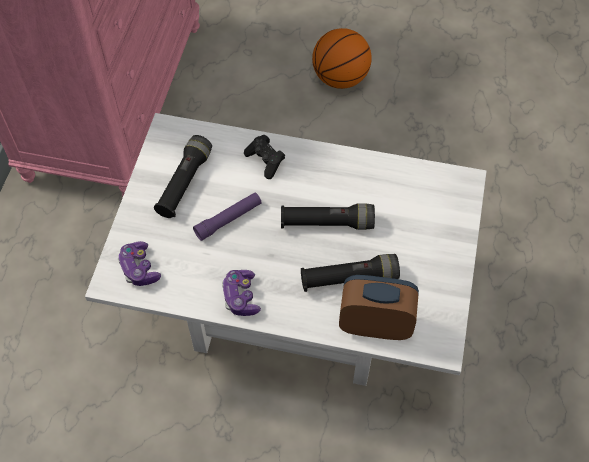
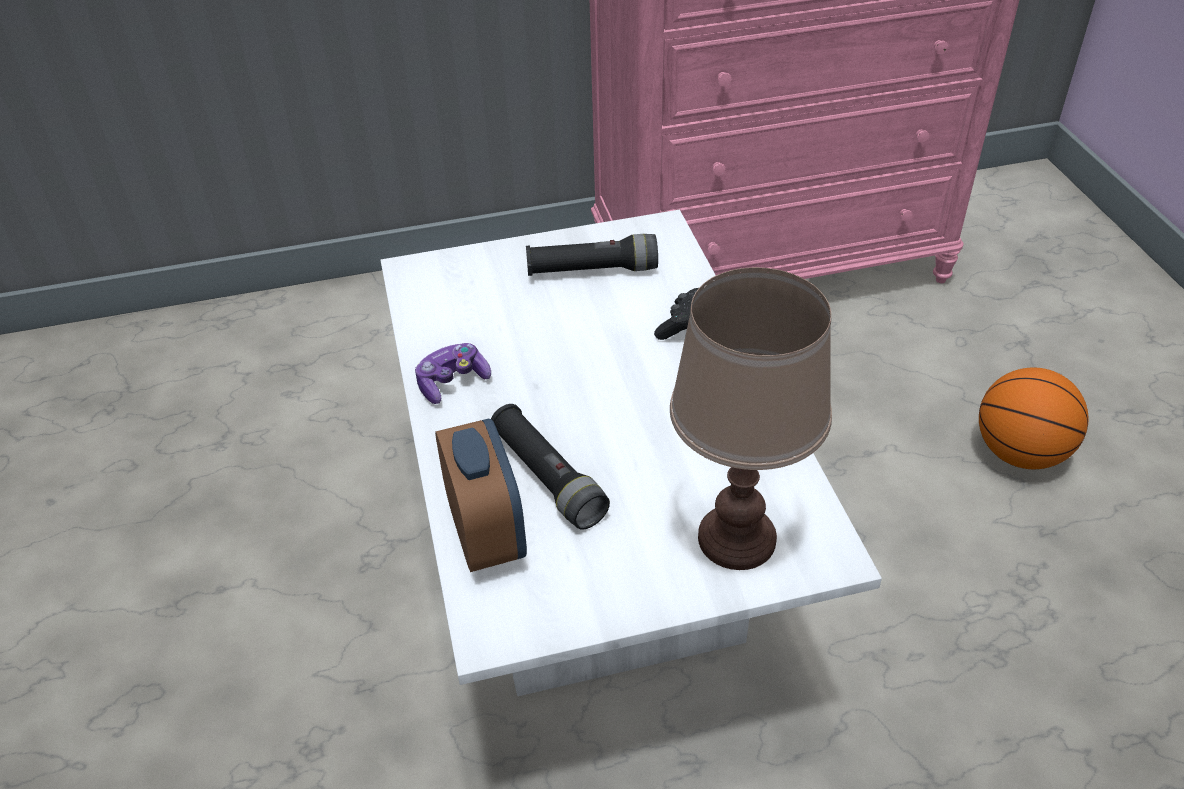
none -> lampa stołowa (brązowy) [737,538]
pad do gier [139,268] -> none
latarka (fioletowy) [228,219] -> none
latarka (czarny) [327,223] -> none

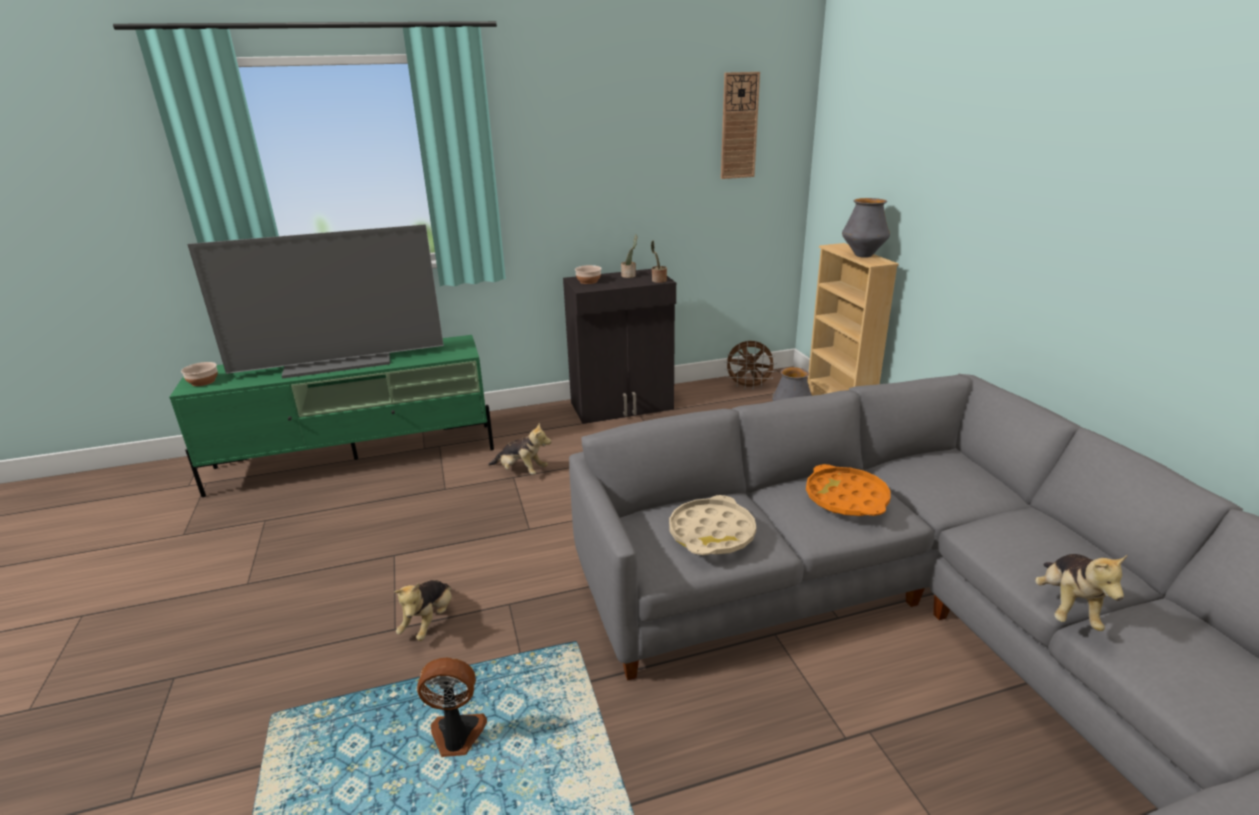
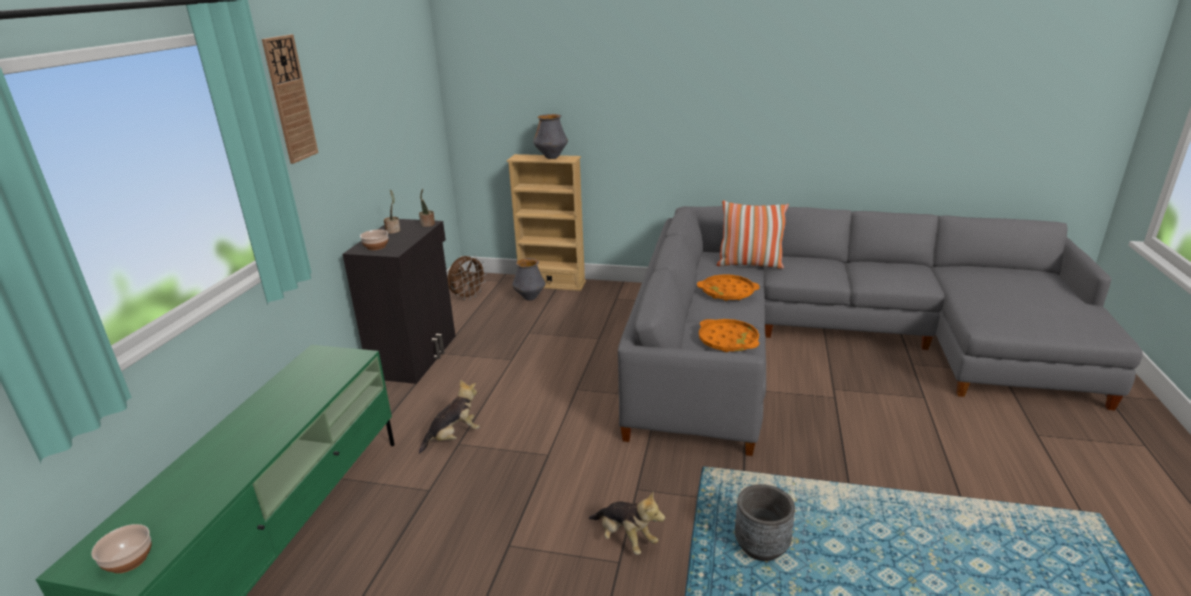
zegar ścienny [739,126] -> zegar ścienny [290,99], moved
taca (beżowy) [712,533] -> taca (pomarańczowy) [728,340]
none -> poduszka [750,264]
wentylator [457,736] -> donica (szary) [761,547]
telewizor [339,362] -> none
pluszak [1067,607] -> none

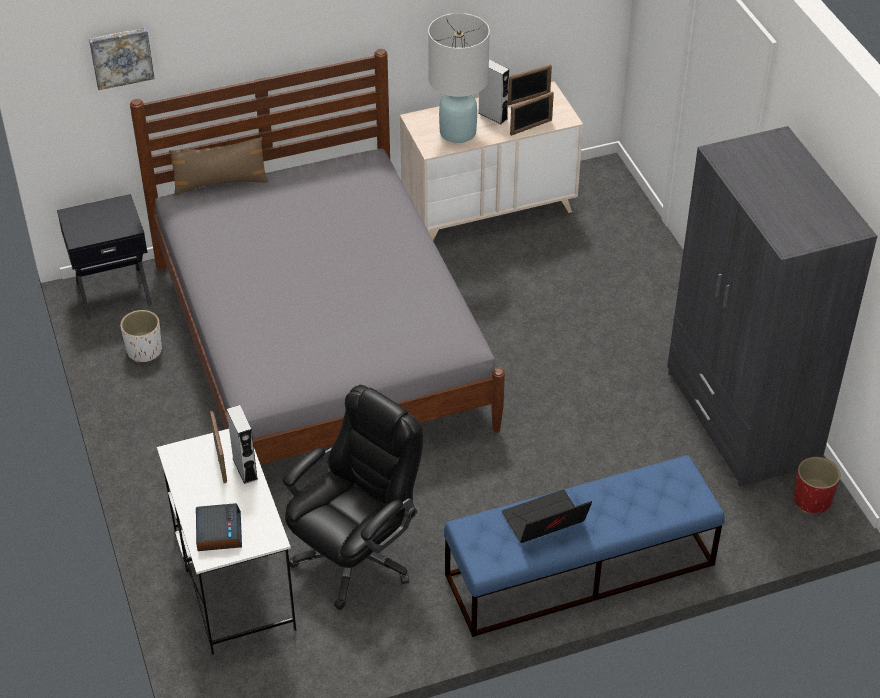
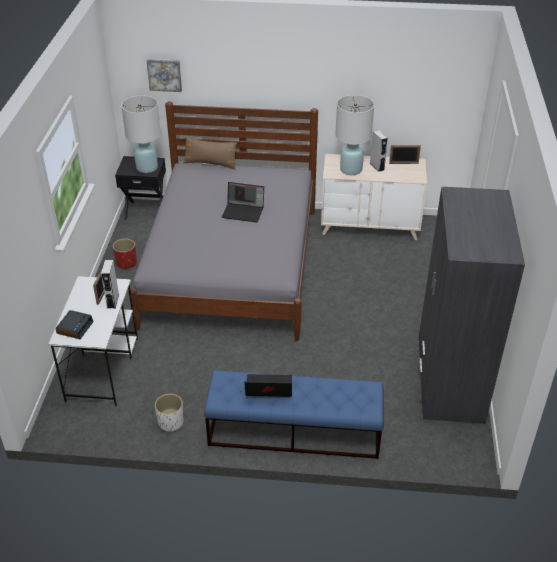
donica (czerwony) [812,500] -> donica (czerwony) [126,263], moved
none -> lampa stołowa (biały) [147,168]
donica (biały) [144,351] -> donica (biały) [170,422], moved
none -> laptop [244,212]
krzesło biurowe (czarny) [356,556] -> none
ramka na zdjęcie [531,127] -> none

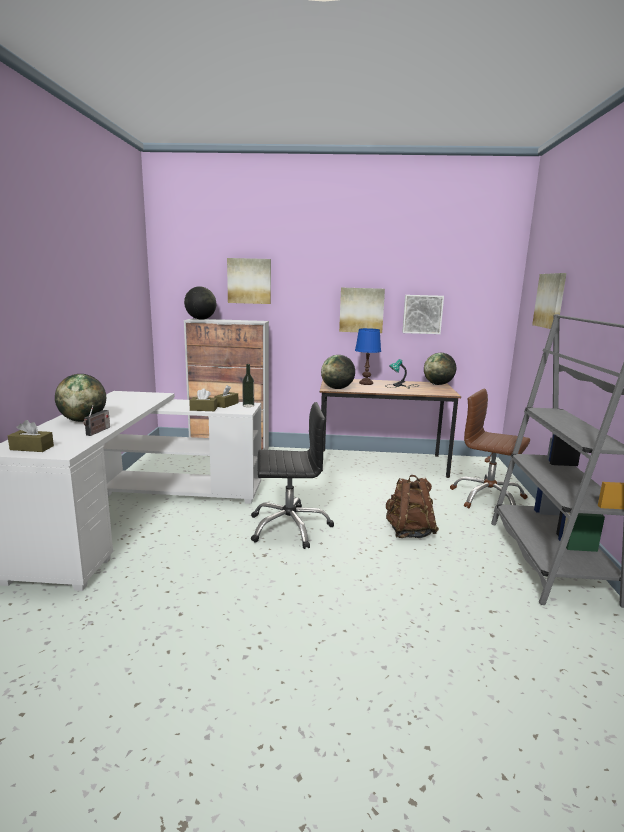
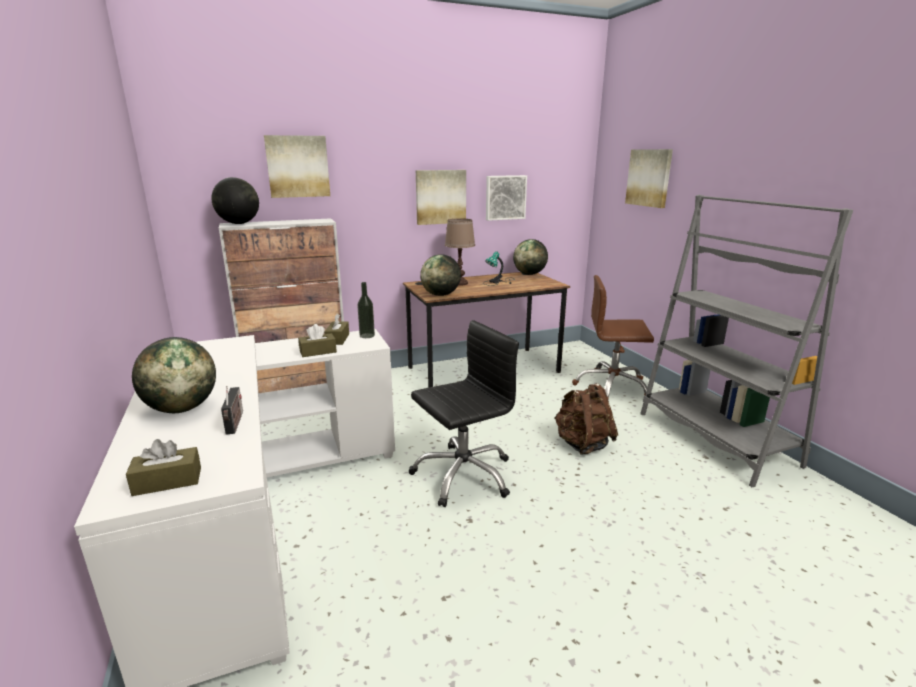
lampa stołowa (niebieski) [366,383] -> lampa stołowa (brązowy) [459,283]

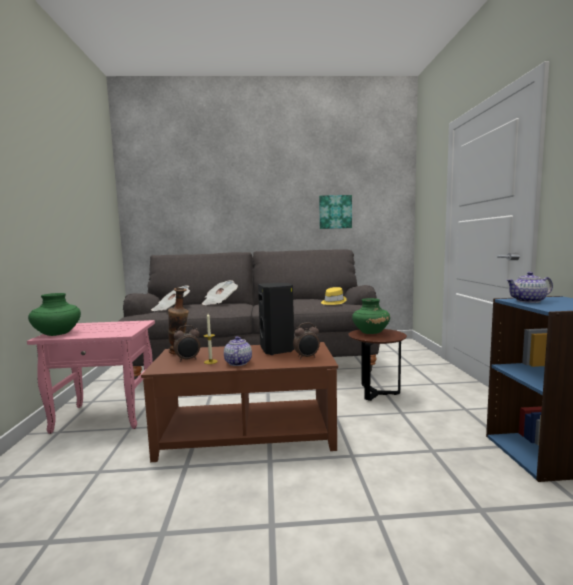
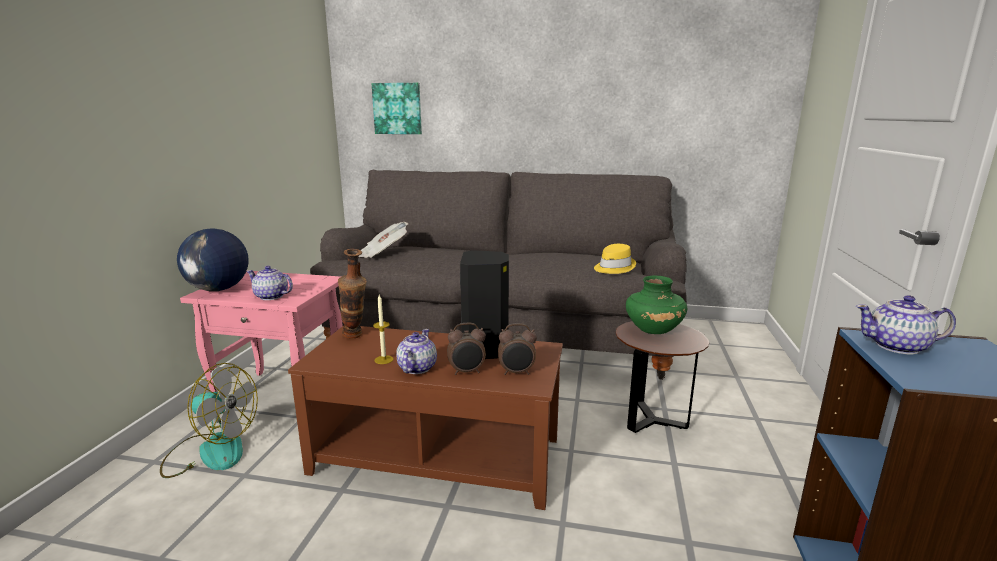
none -> wentylator [211,451]
wazon (zielony) [57,334] -> globus [219,289]
none -> imbryk [271,296]
obraz [335,212] -> obraz [397,108], moved
budzik [188,360] -> budzik [467,372], moved
gazeta [219,302] -> none

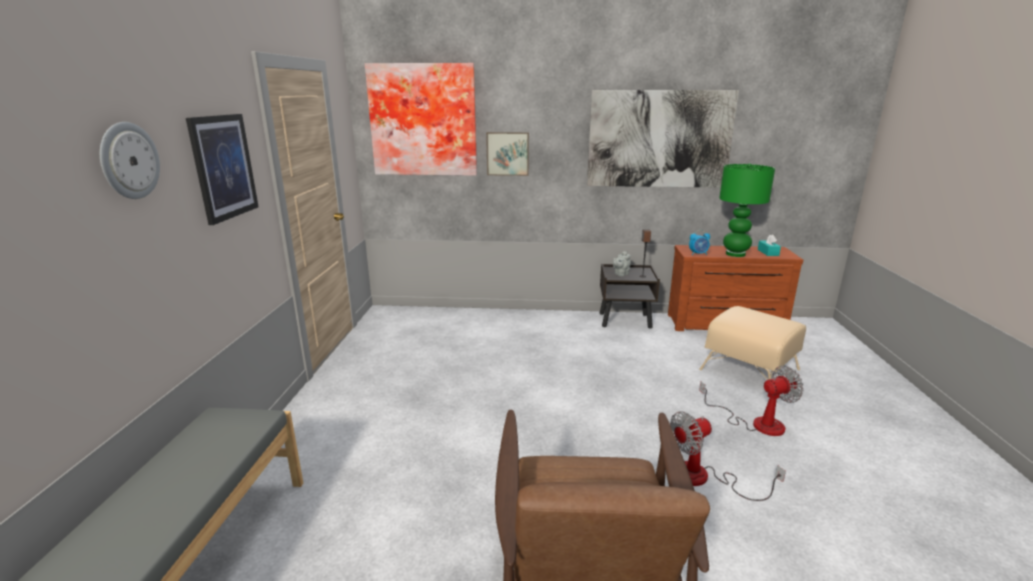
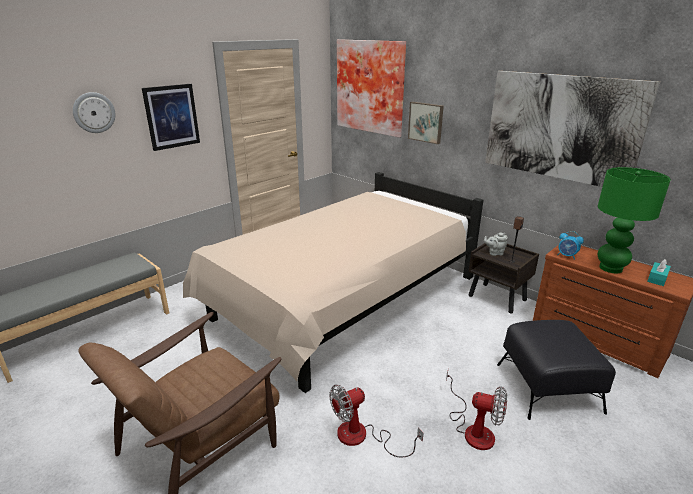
none -> łóżko (beżowy) [342,301]
wentylator [703,478] -> wentylator [362,437], 45 degrees counterclockwise
pufa (beżowy) [750,370] -> pufa (czarny) [548,388]

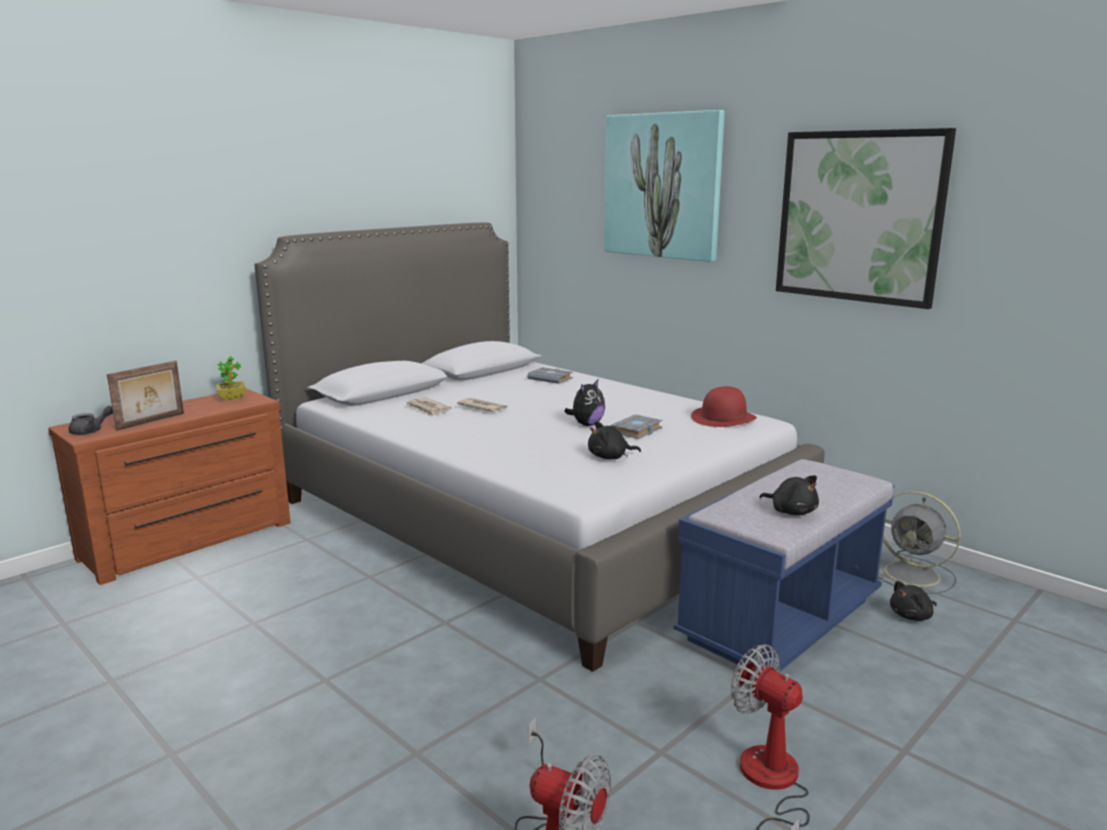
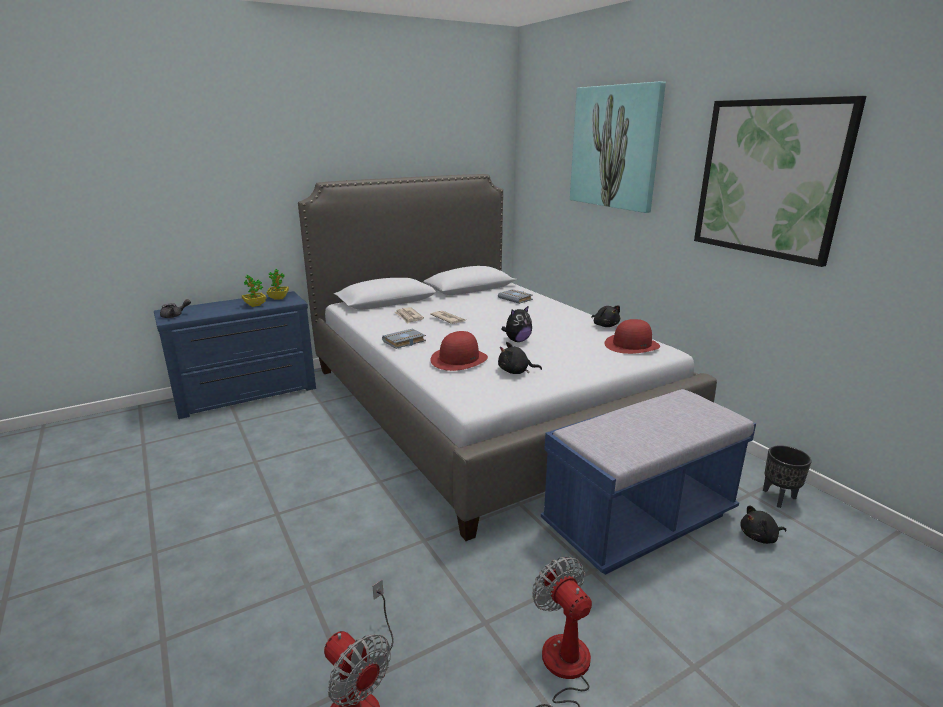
komoda (brązowy) [190,542] -> komoda (niebieski) [247,395]
none -> roślina doniczkowa [255,305]
książka (szary) [636,431] -> książka (szary) [404,342], moved
none -> kapelusz (czerwony) [459,359]
pluszak (czarny) [791,511] -> pluszak (czarny) [605,325], moved
wentylator (szary) [914,575] -> donica (czarny) [779,498]
ramka na zdjęcie [151,422] -> none

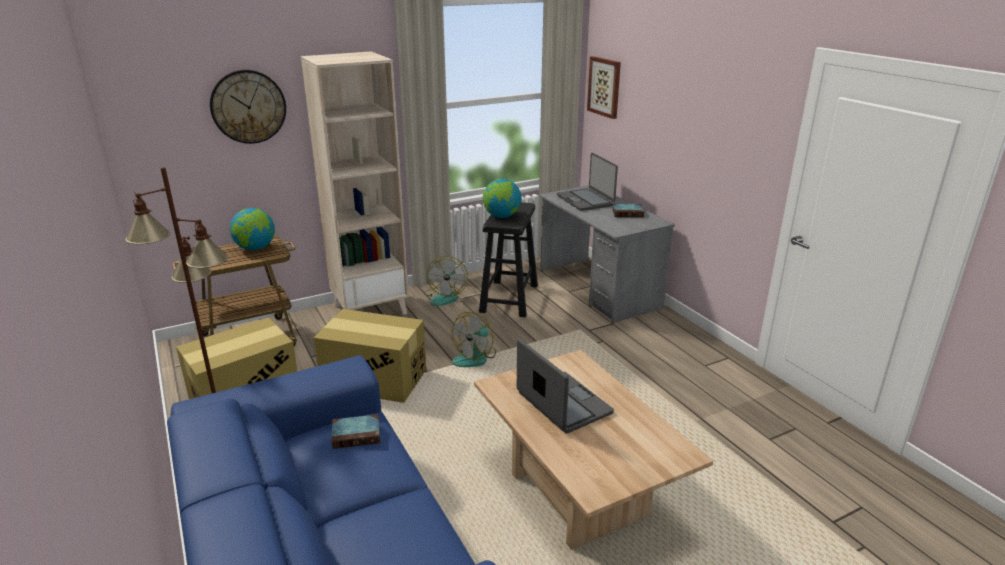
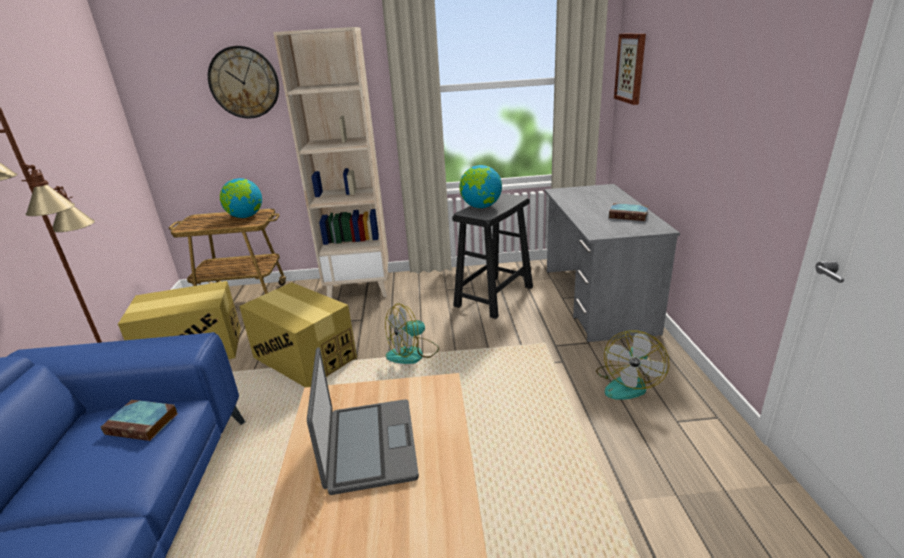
wentylator [445,296] -> wentylator [627,383], moved
laptop [585,200] -> none

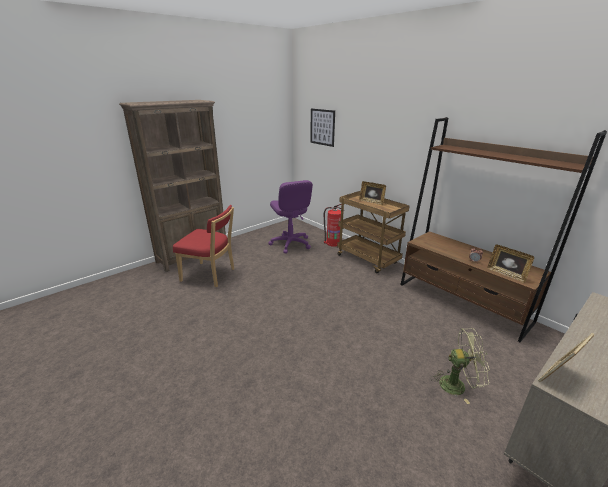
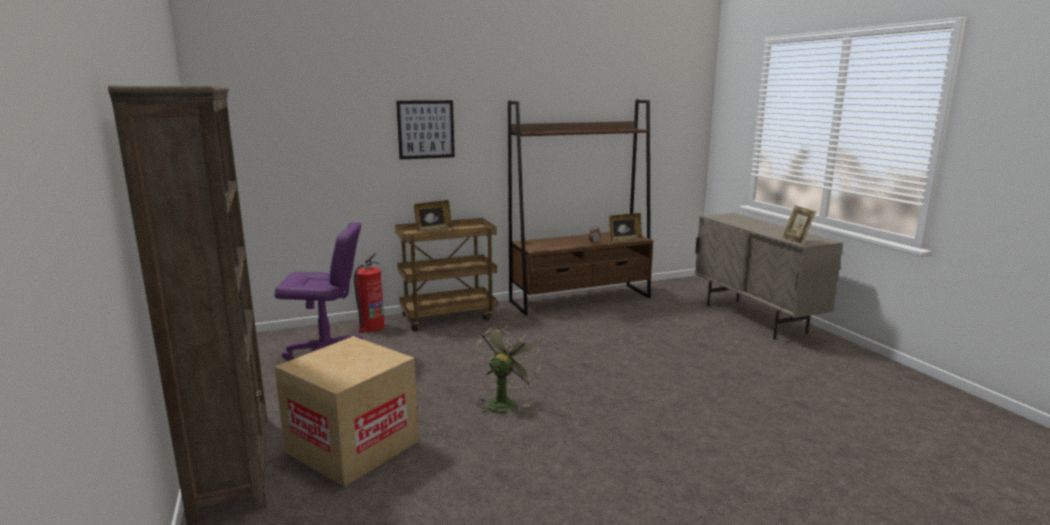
krzesło (czerwony) [210,275] -> karton [352,446]
obraz [322,127] -> obraz [426,129], moved
wentylator (zielony) [457,385] -> wentylator (zielony) [503,402], moved

